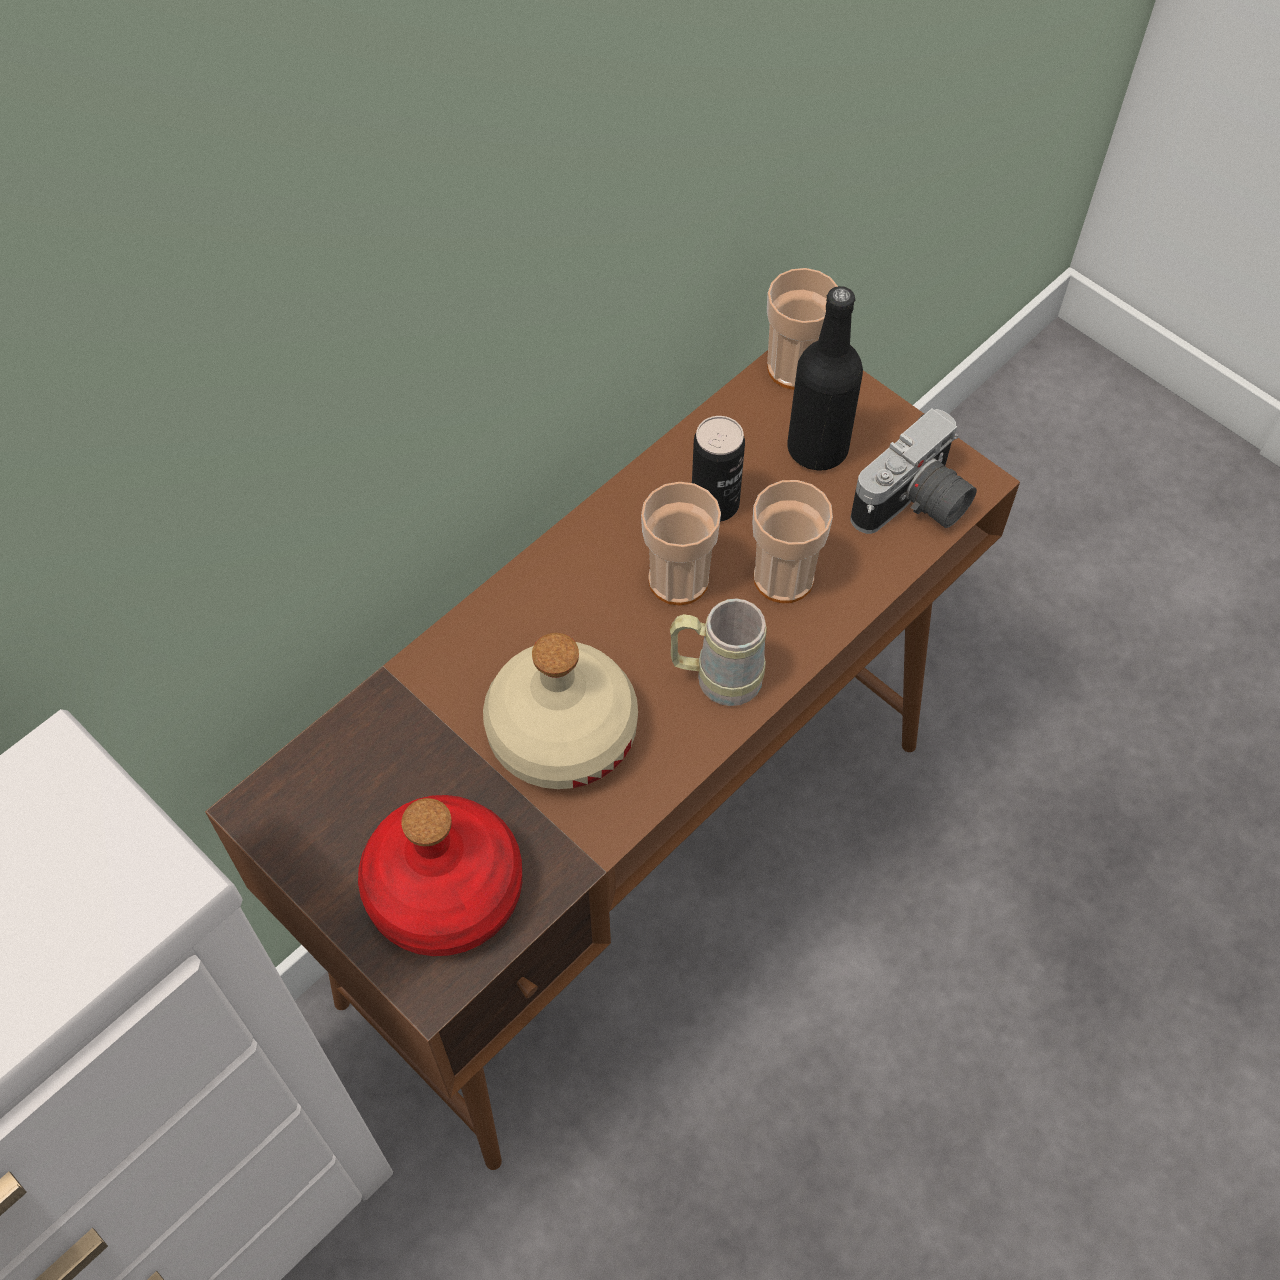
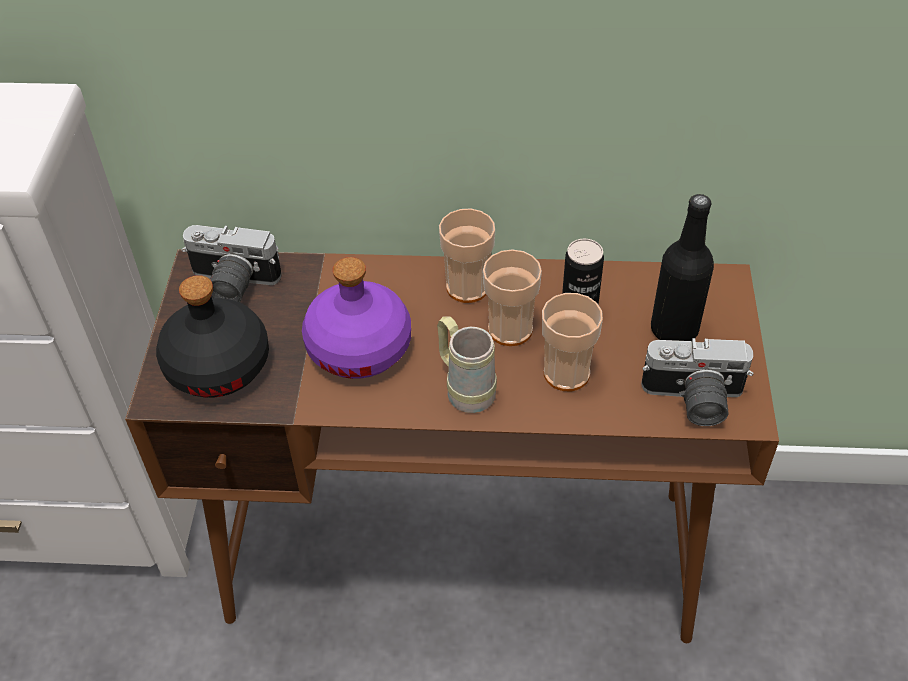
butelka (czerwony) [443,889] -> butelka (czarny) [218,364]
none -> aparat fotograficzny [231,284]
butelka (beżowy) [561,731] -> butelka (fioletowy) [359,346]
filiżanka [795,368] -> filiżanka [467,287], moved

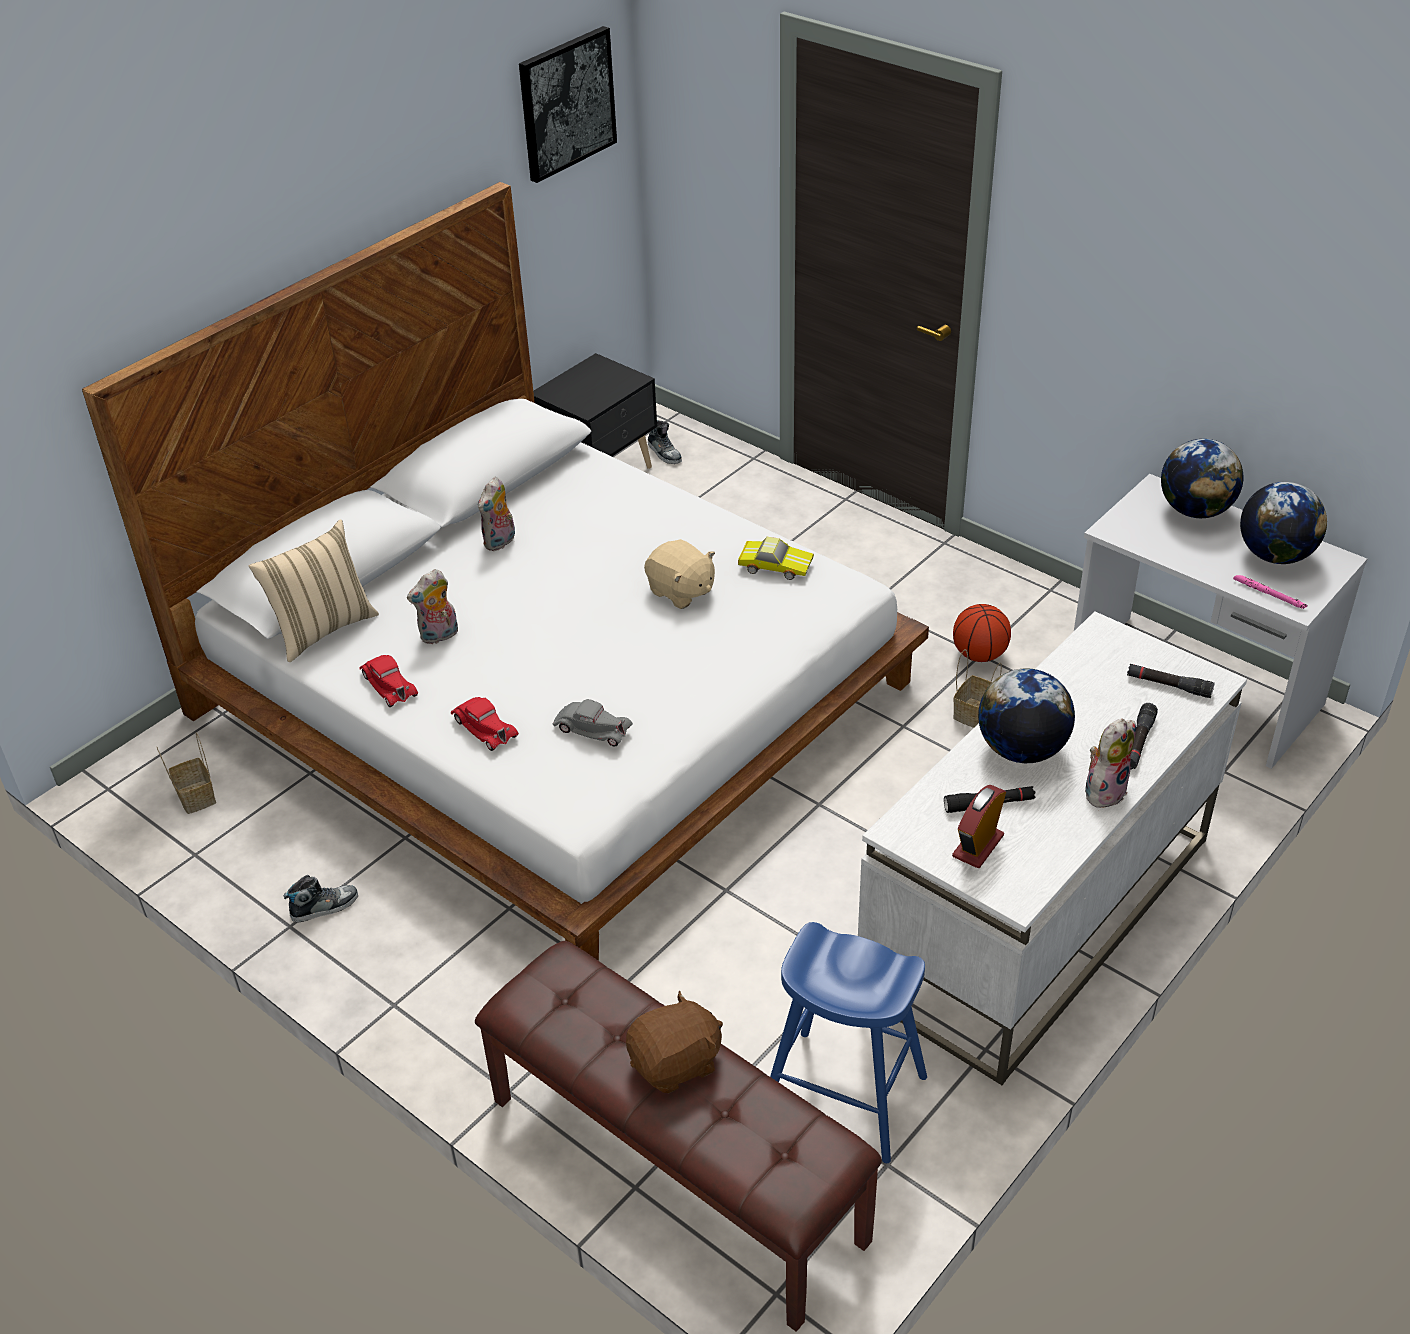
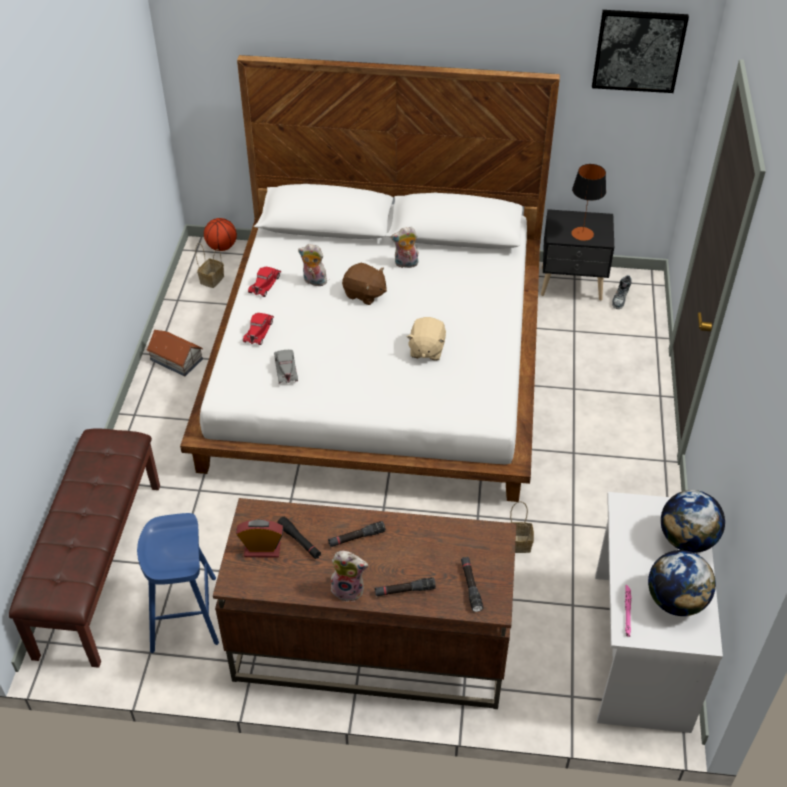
but [324,906] -> domek [176,359]
piłka do koszykówki [979,655] -> piłka do koszykówki [221,247], moved
biurko (biały) [1037,916] -> biurko (brązowy) [369,646]
globus [1021,750] -> latarka (czarny) [356,538]
pluszak (brązowy) [676,1063] -> pluszak (brązowy) [364,294], moved
none -> lampa stołowa [582,233]
poduszka (beżowy) [323,629] -> none
samochodzik [775,565] -> none

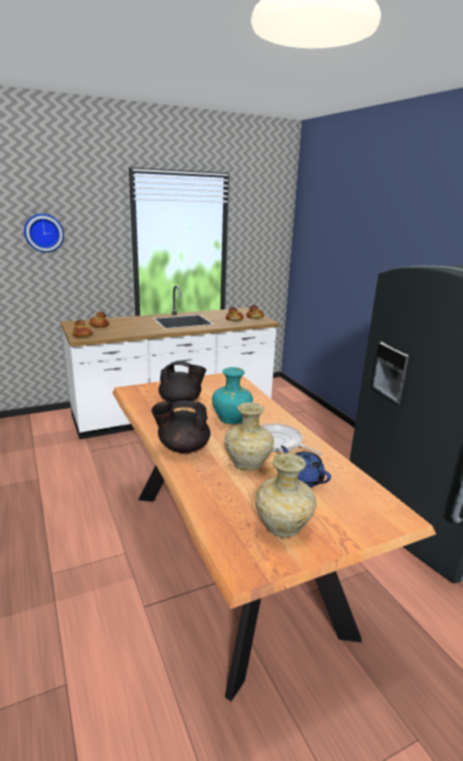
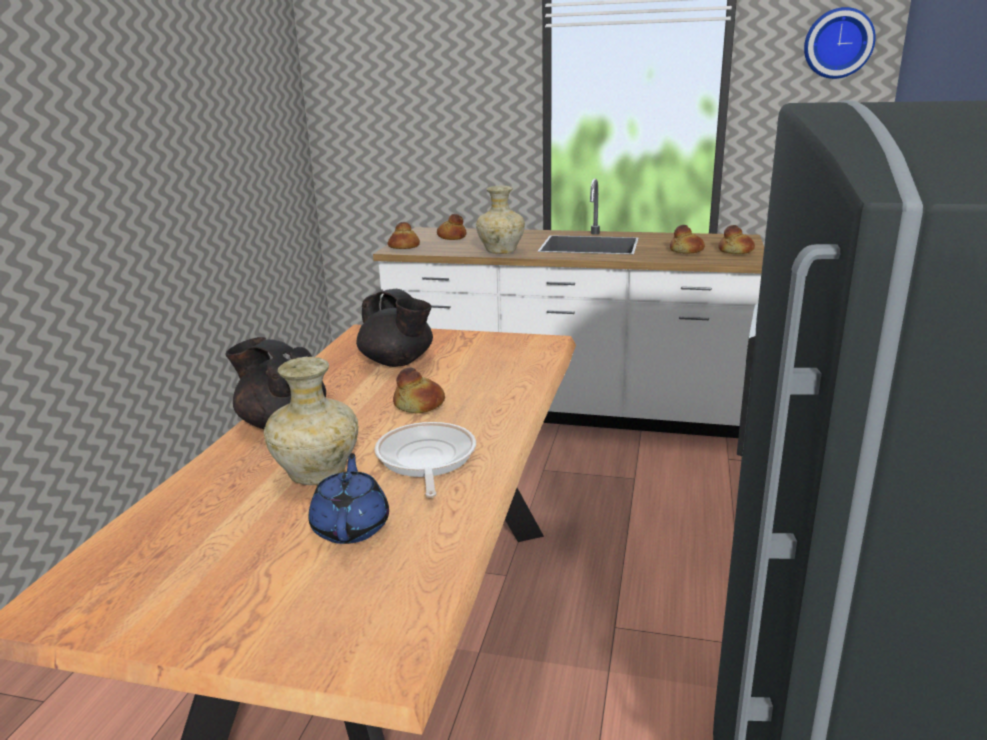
wazon (turkusowy) [232,420] -> chleb [419,406]
wazon (beżowy) [282,527] -> wazon (beżowy) [501,251], moved
zegar ścienny [44,233] -> zegar ścienny [838,43], moved

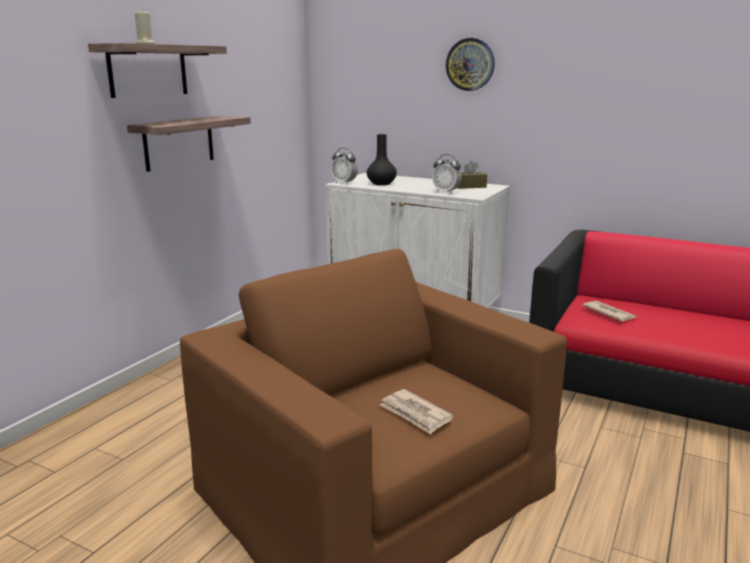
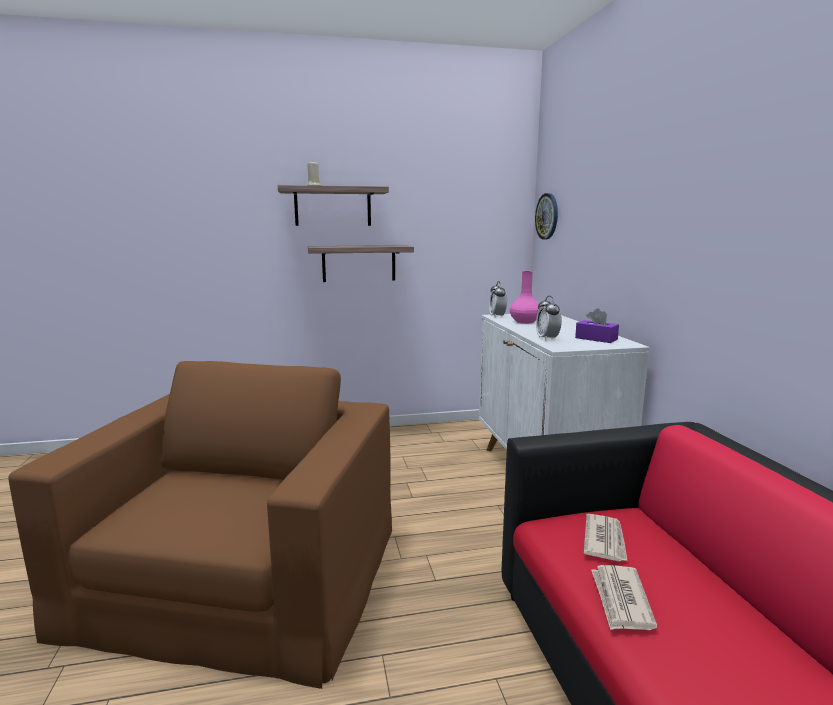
wazon (czarny) [381,184] -> wazon (różowy) [524,322]
zegar ścienny [470,64] -> zegar ścienny [547,216], moved
pudełko chusteczek (brązowy) [469,186] -> pudełko chusteczek (fioletowy) [596,339]
gazeta [415,414] -> gazeta [621,600], moved

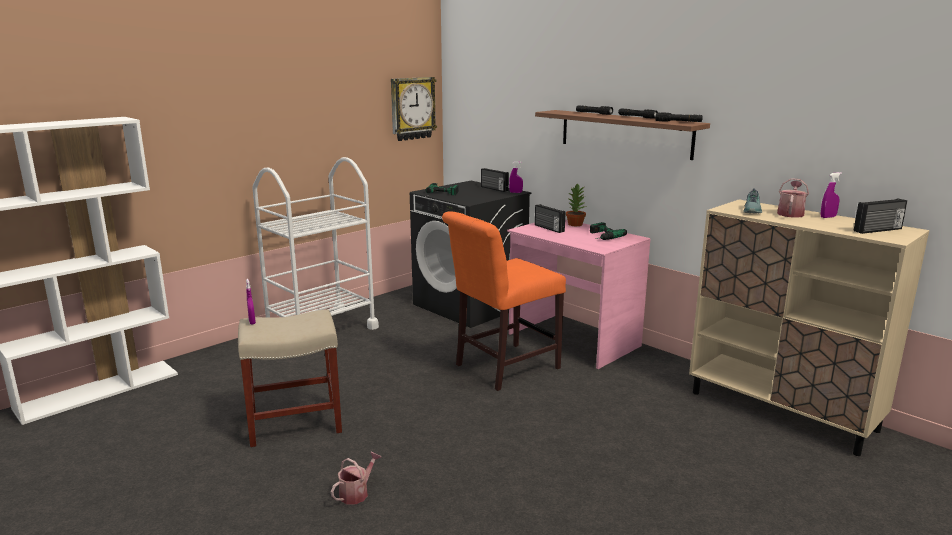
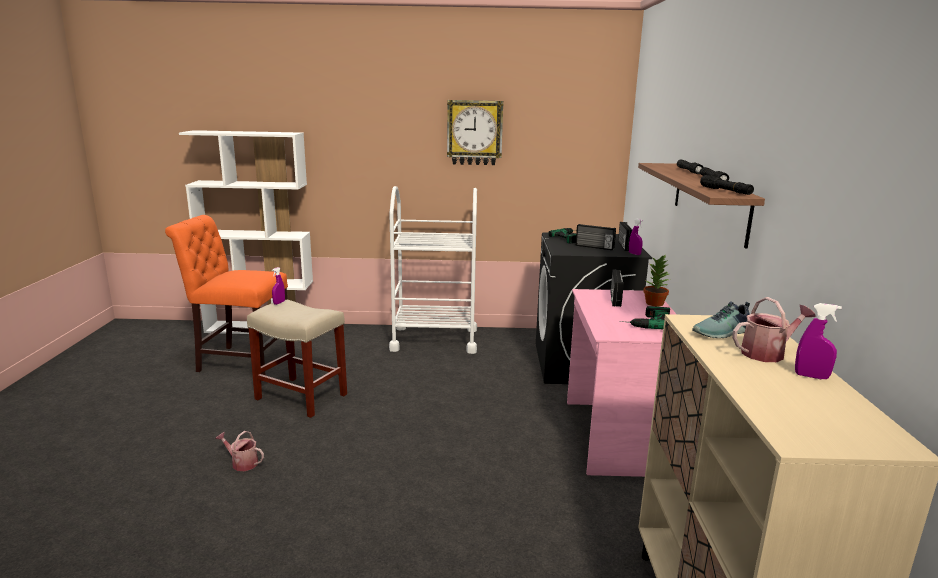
krzesło (pomarańczowy) [502,367] -> krzesło (pomarańczowy) [240,361], moved
konewka [357,493] -> konewka [242,463], 150 degrees counterclockwise
zegar ścienny [412,108] -> zegar ścienny [474,132], moved
radio [878,230] -> radio [594,247], moved

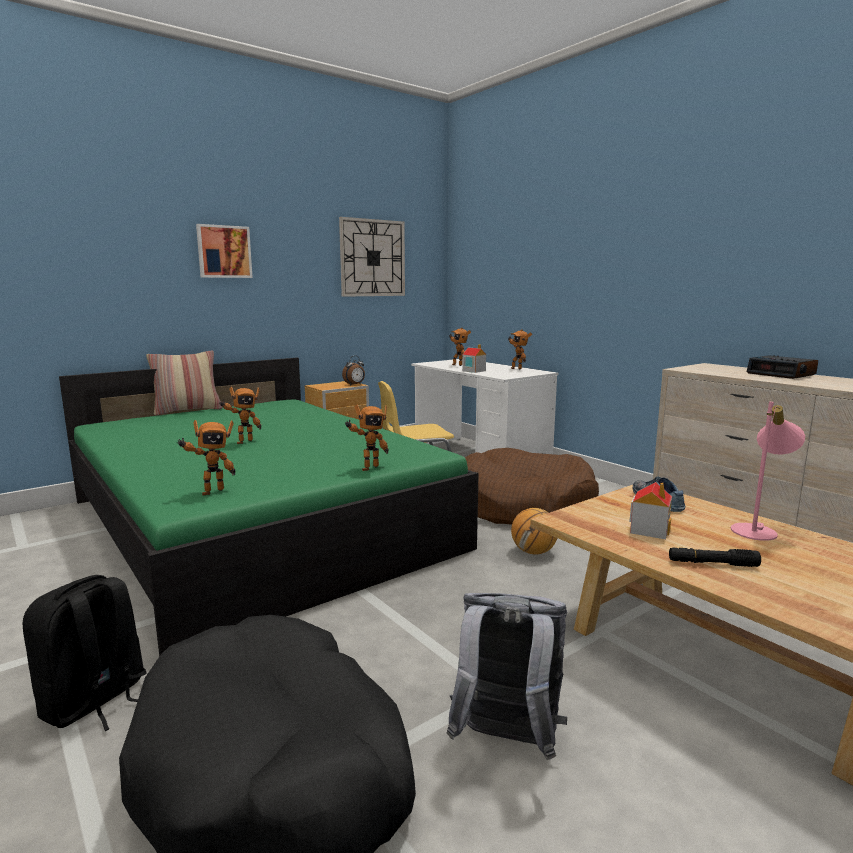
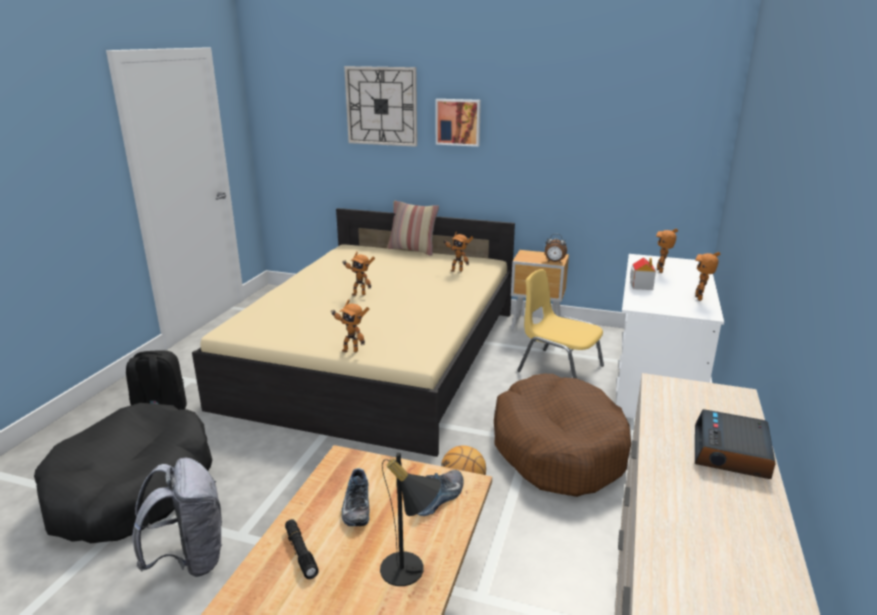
łóżko (zielony) [256,524] -> łóżko (beżowy) [378,356]
domek [649,530] -> but [355,506]
zegar ścienny [372,258] -> zegar ścienny [381,106], moved
lampa stołowa (różowy) [759,530] -> lampa stołowa (czarny) [409,572]
robot zabawkowy [211,491] -> robot zabawkowy [456,270], moved

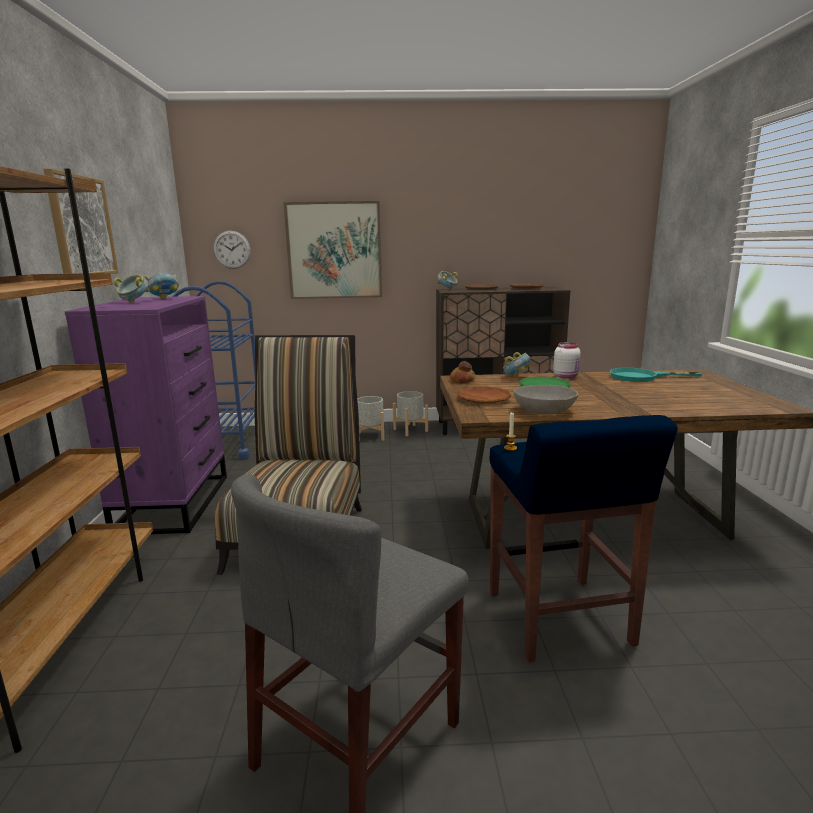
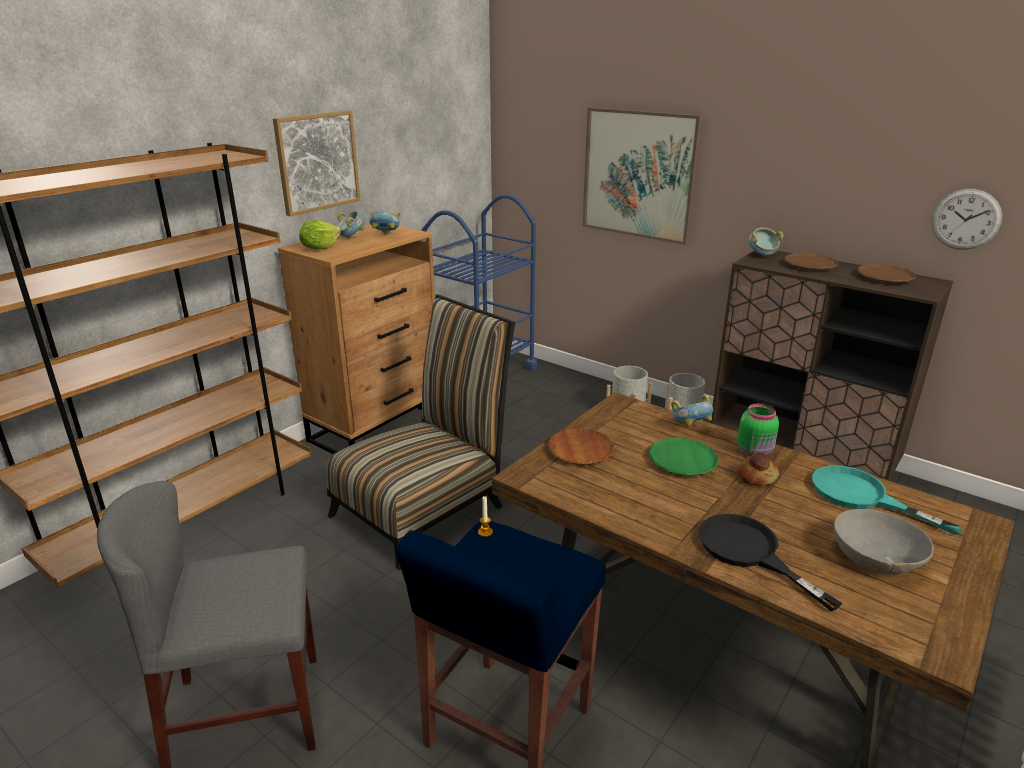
komoda (fioletowy) [175,503] -> komoda (brązowy) [377,428]
none -> sałata [320,248]
none -> patelnia (czarny) [749,552]
słoik (biały) [566,376] -> słoik (zielony) [755,452]
chleb [462,380] -> chleb [756,477], moved
miska (szary) [545,410] -> miska (szary) [876,558], moved
zegar ścienny [232,249] -> zegar ścienny [965,219], moved

